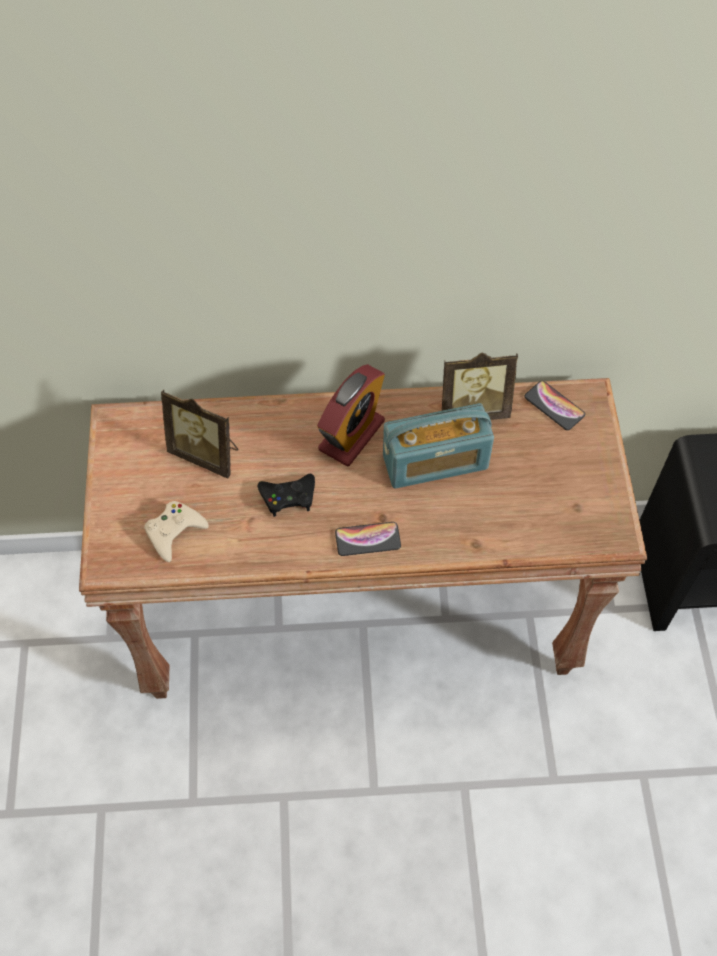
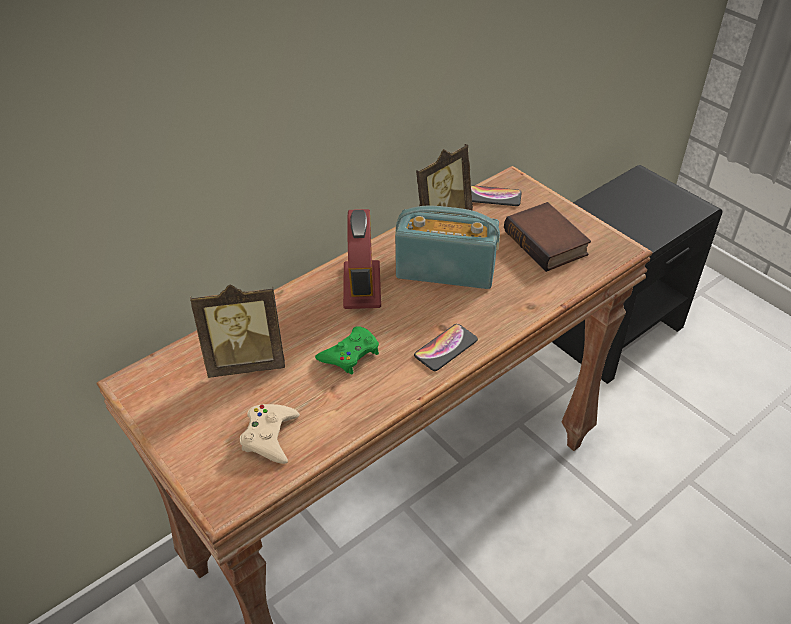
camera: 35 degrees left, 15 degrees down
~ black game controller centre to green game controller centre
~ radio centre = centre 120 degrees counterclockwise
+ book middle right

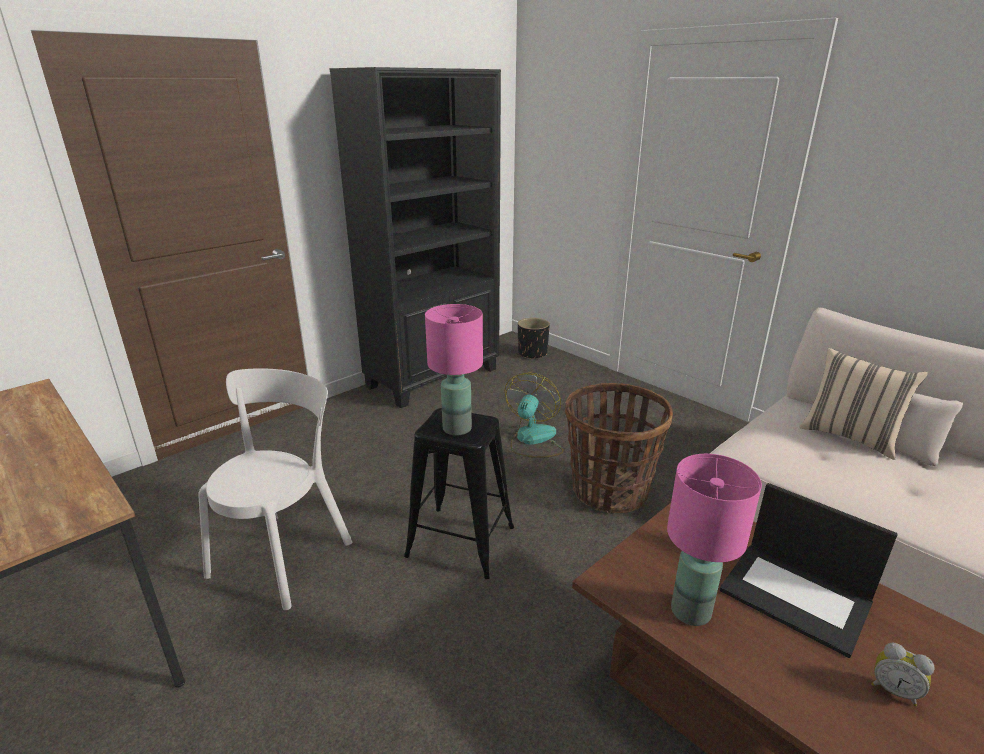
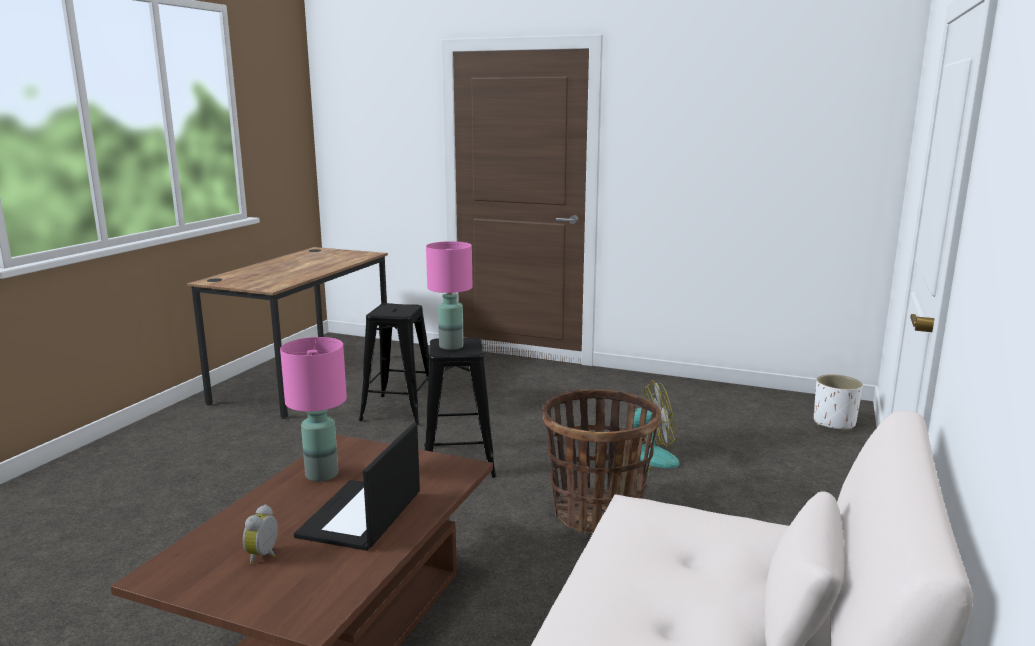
camera: 65 degrees right, 10 degrees down
~ white chair middle left to black stool (no. 1 from left) centre
- black bookcase top centre
~ black planter centre to white planter middle right
- beige pillow middle right

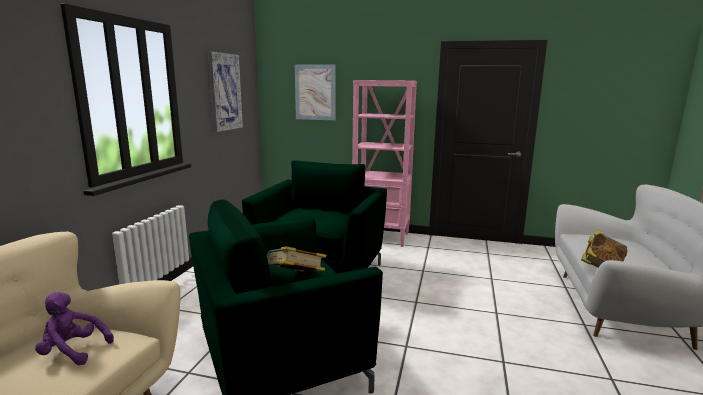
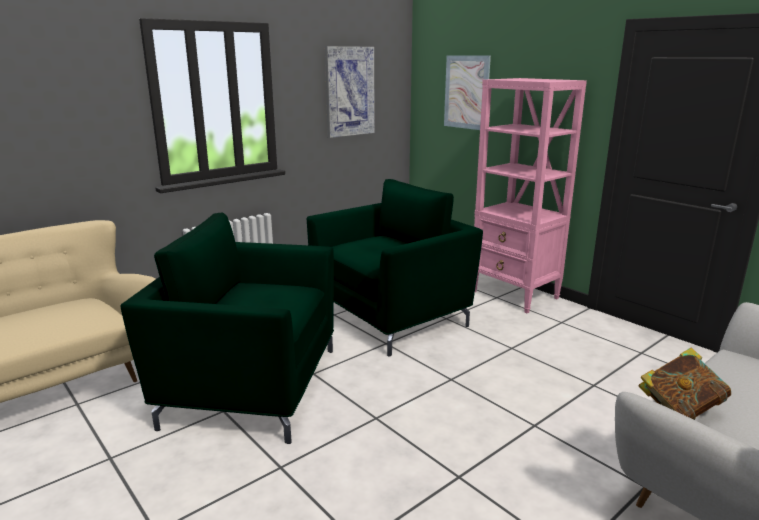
camera: 35 degrees right, 5 degrees up
- purple plush toy bottom left
- book (no. 1 from left) centre

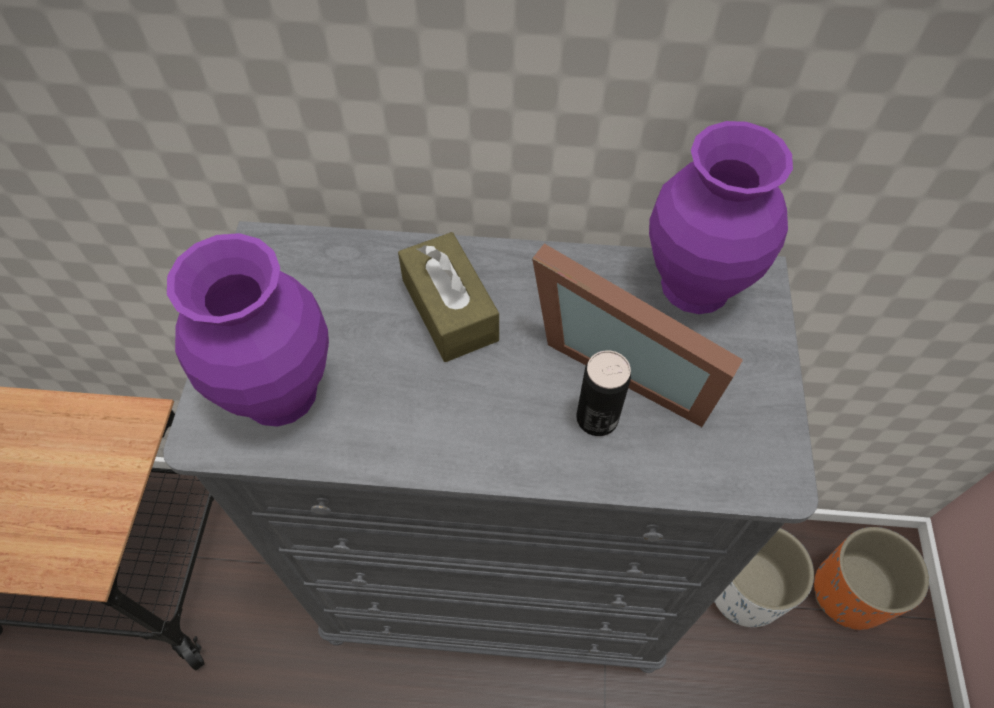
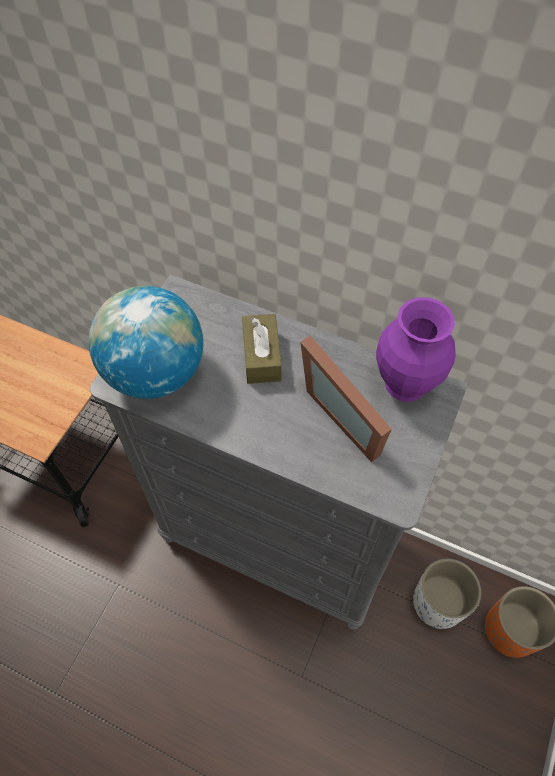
camera: 20 degrees right, 0 degrees up
~ purple vase (no. 1 from left) middle left to globe middle left
- can centre

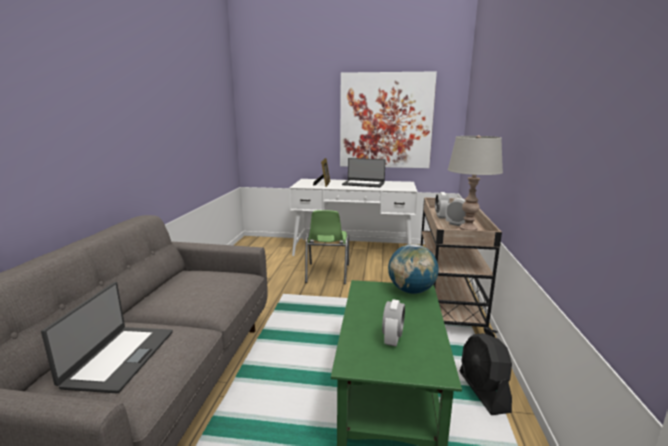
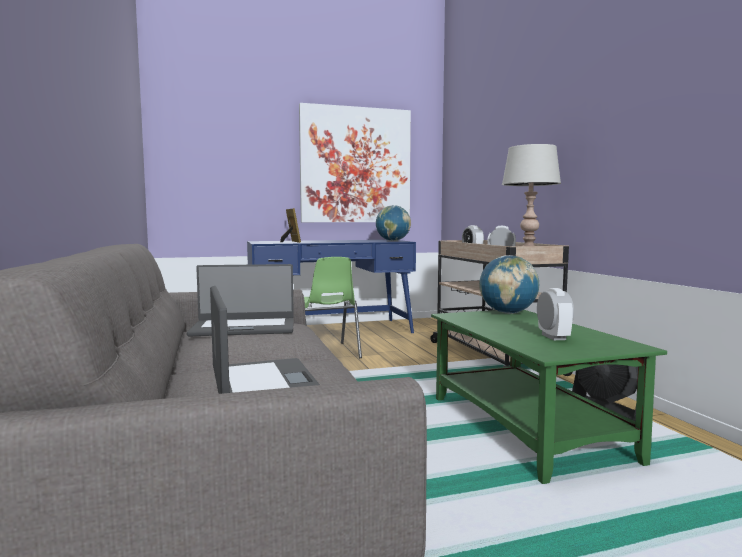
camera: 25 degrees left, 10 degrees down
~ white desk centre to blue desk centre
~ laptop (no. 2 from left in the first image) centre to laptop (no. 1 from left) middle left
+ globe (no. 1 from left) centre

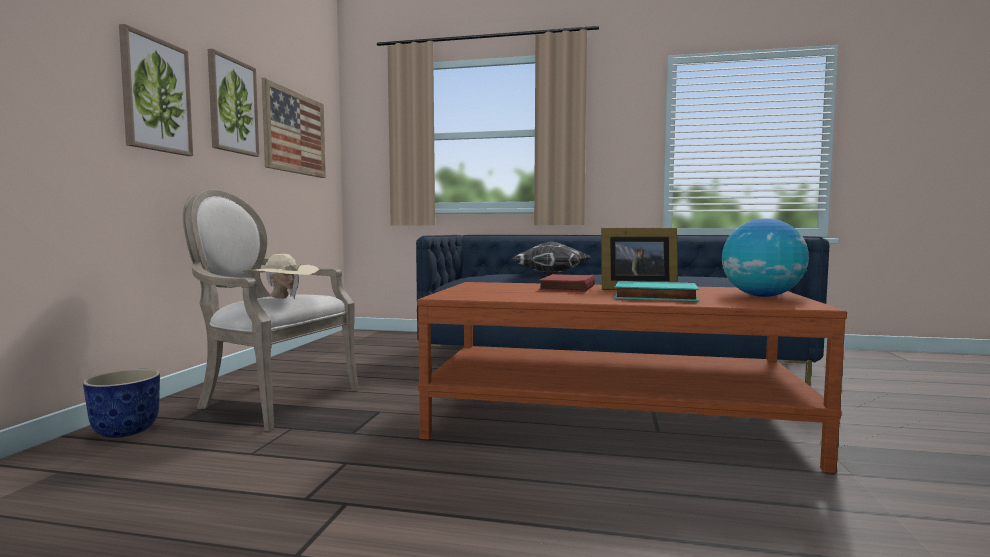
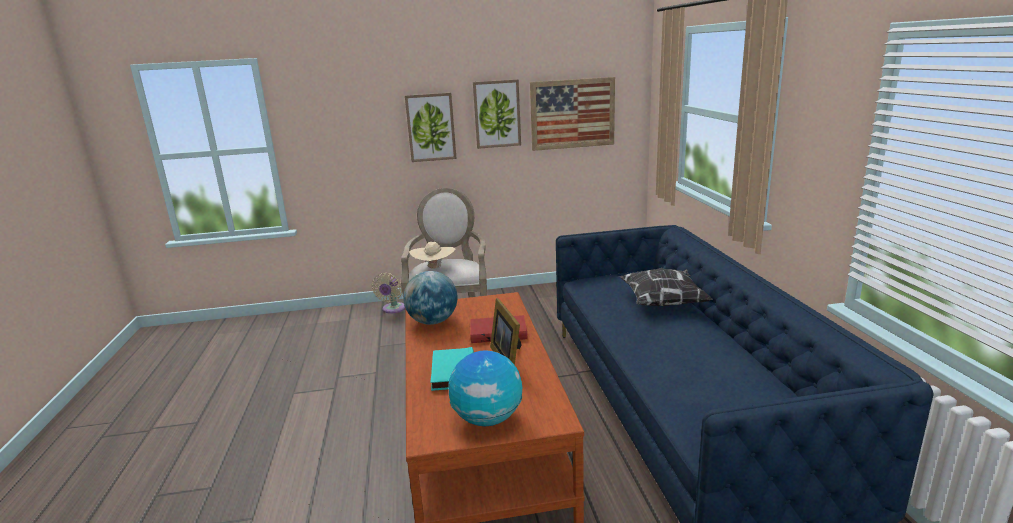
camera: 70 degrees right, 15 degrees up
~ planter bottom left to beige fan centre
+ globe (no. 1 from left) centre

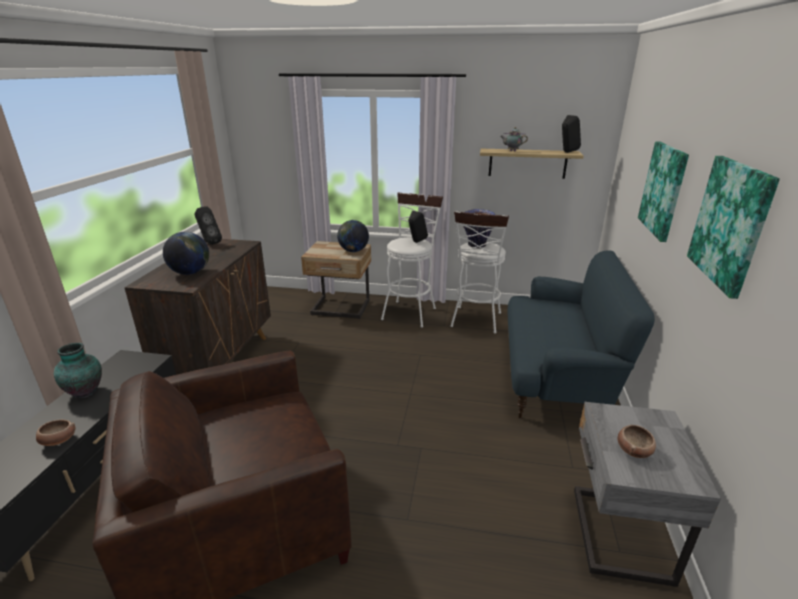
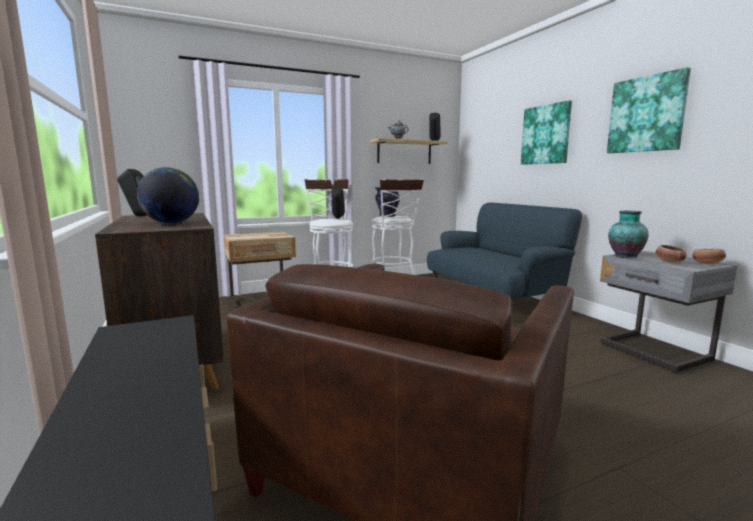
camera: 35 degrees left, 15 degrees down
~ bowl (no. 1 from left in the first image) bottom left to bowl (no. 2 from left) middle right
~ vase (no. 1 from left in the first image) middle left to vase (no. 2 from left) middle right
- globe (no. 2 from left) centre

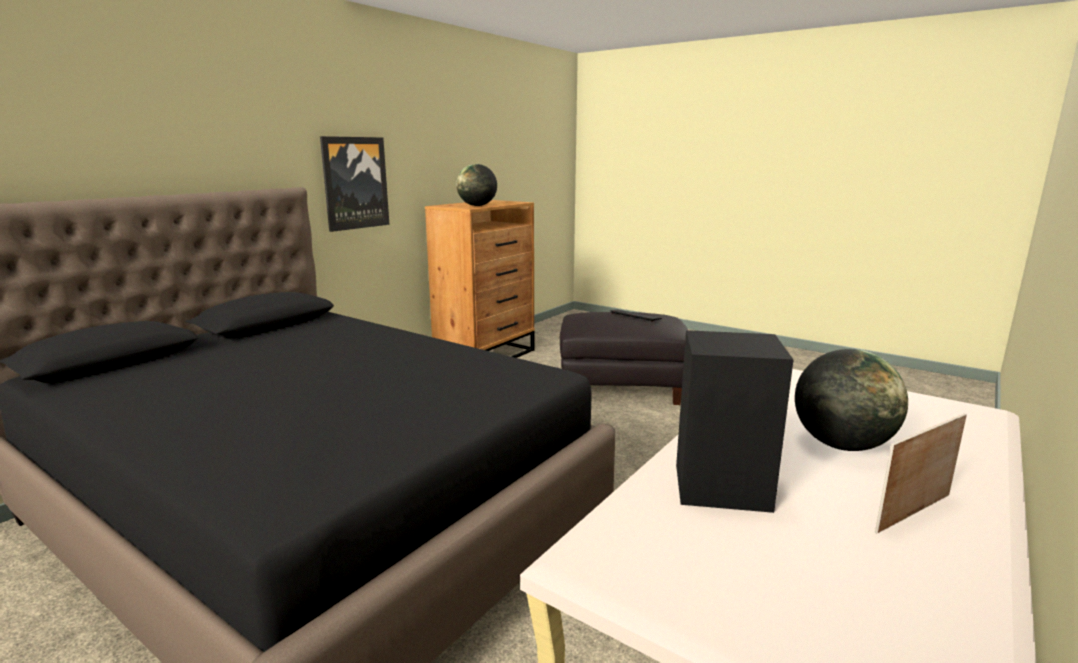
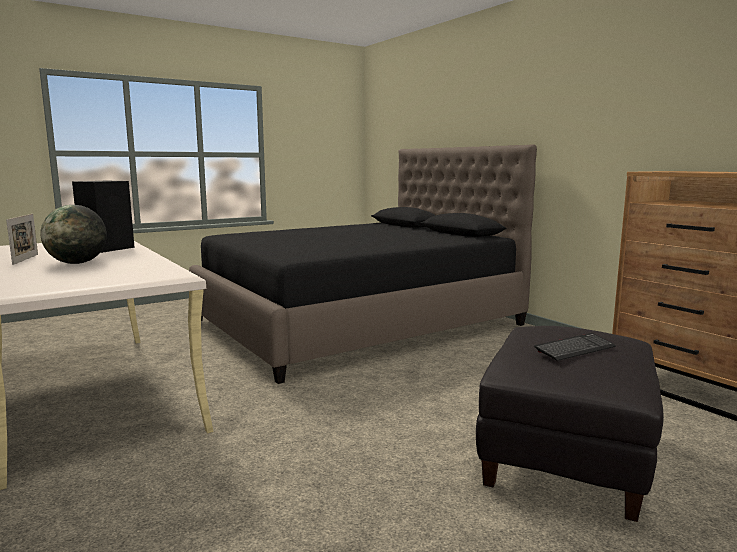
camera: 110 degrees right, 5 degrees down
- picture top left
- globe (no. 1 from left) top centre

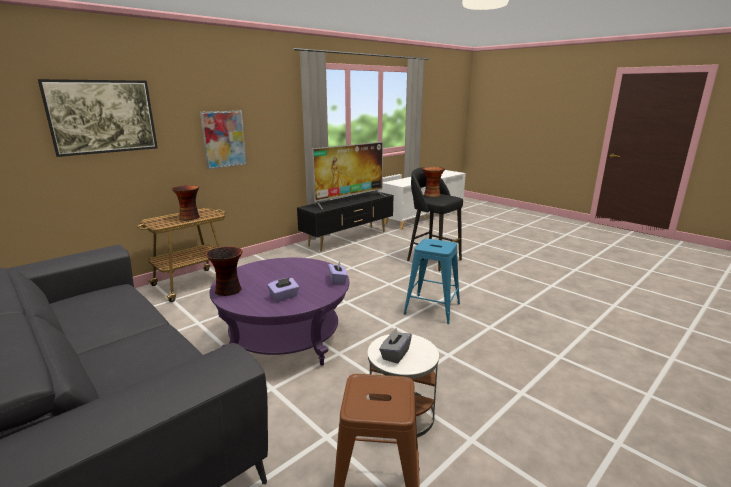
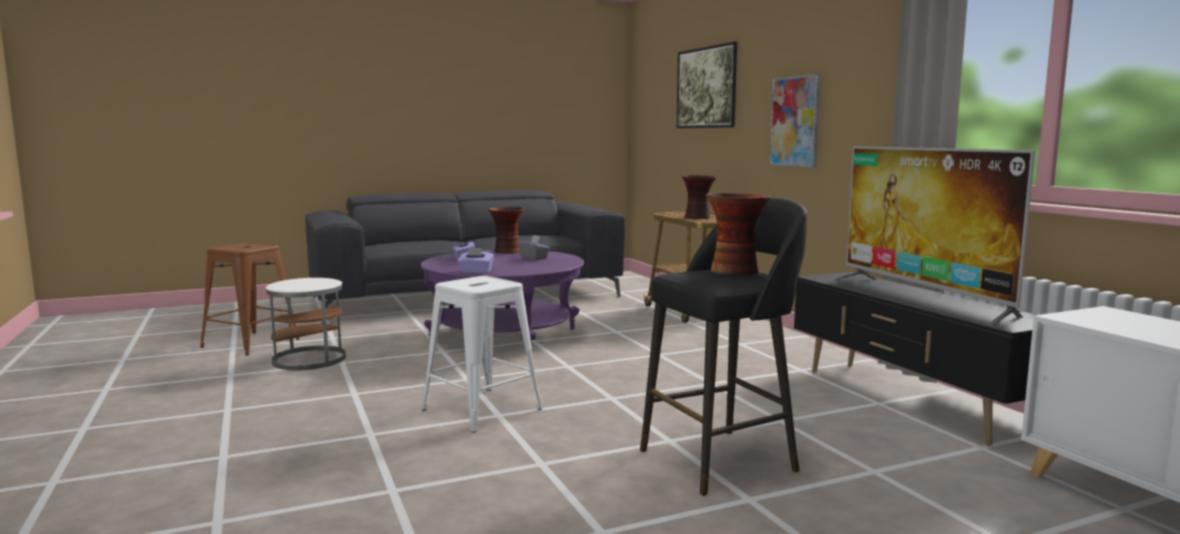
camera: 110 degrees right, 10 degrees down
~ grey tissue box bottom centre to centre
~ blue stool centre to white stool centre

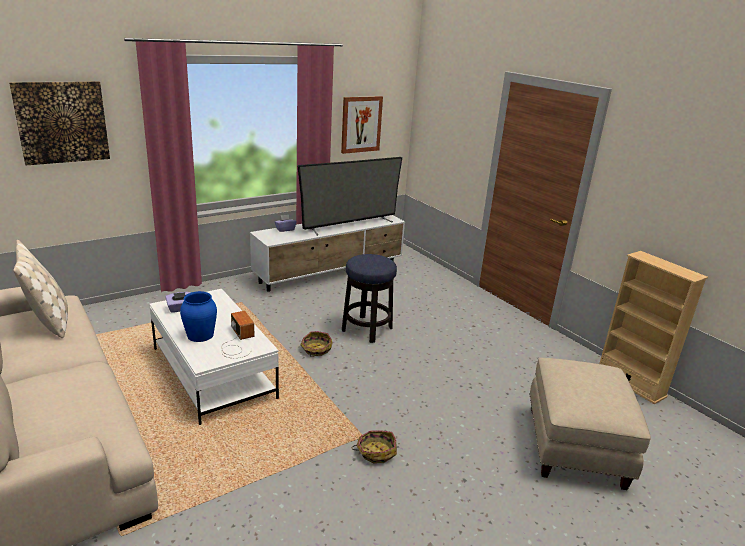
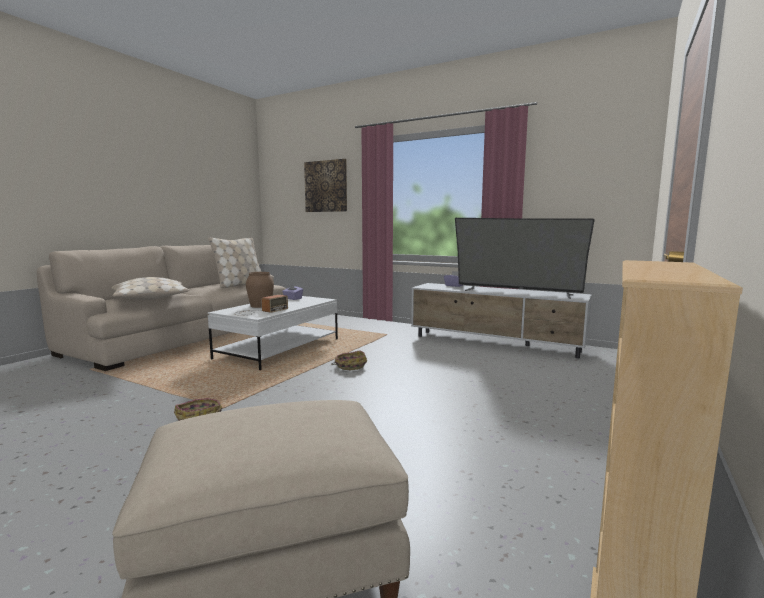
camera: 65 degrees right, 15 degrees down
~ blue vase middle left to brown vase centre
- picture (no. 2 from left) top centre
- stool centre
+ beige pillow (no. 1 from left) middle left

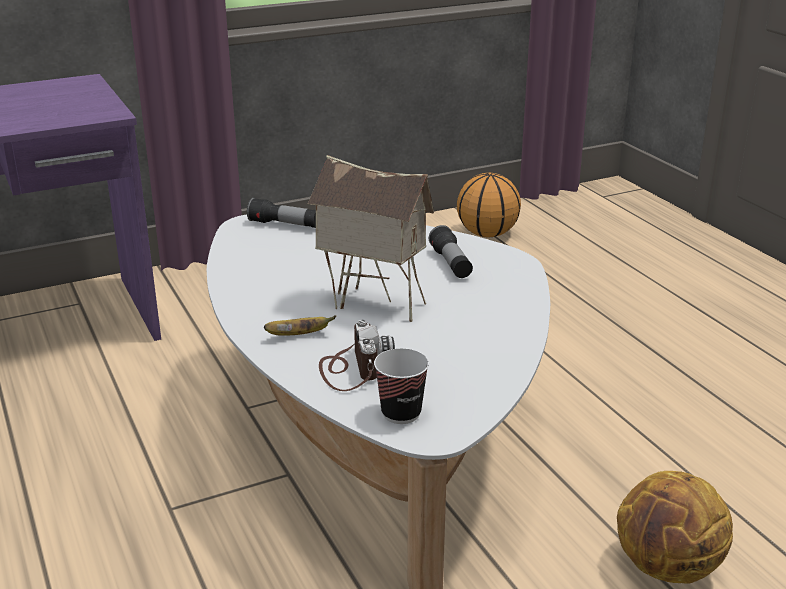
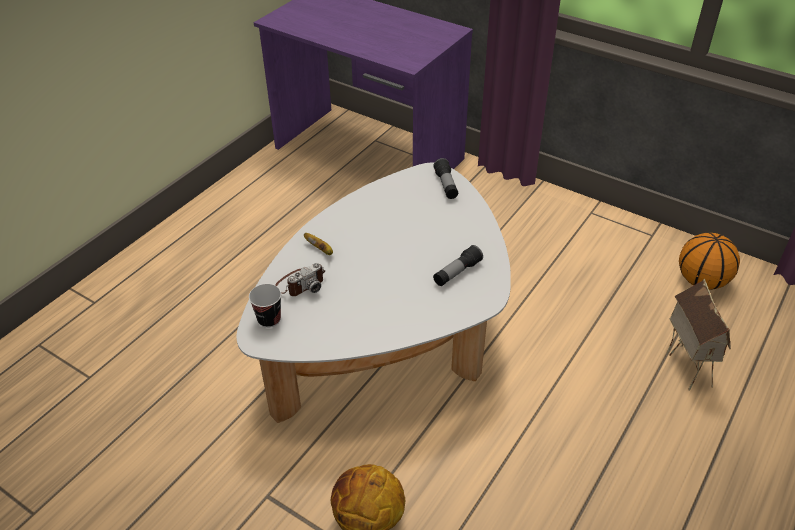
camera: 60 degrees right, 15 degrees up
~ toy house centre to middle right

